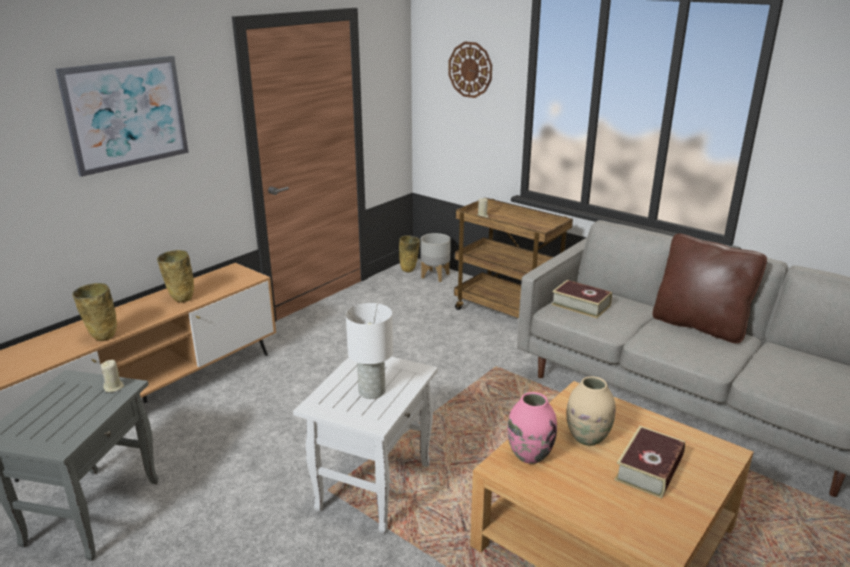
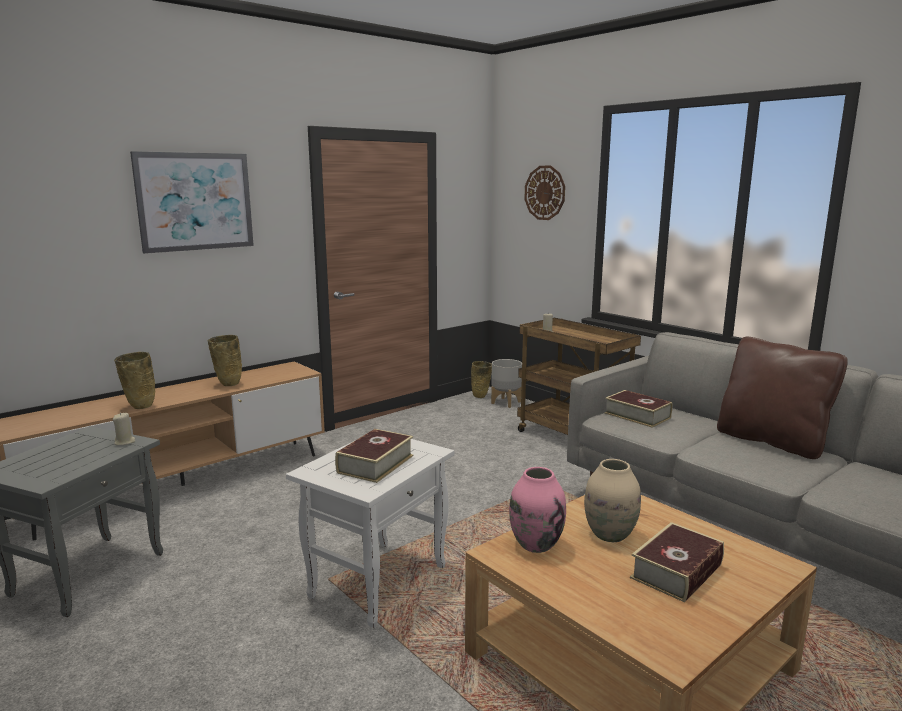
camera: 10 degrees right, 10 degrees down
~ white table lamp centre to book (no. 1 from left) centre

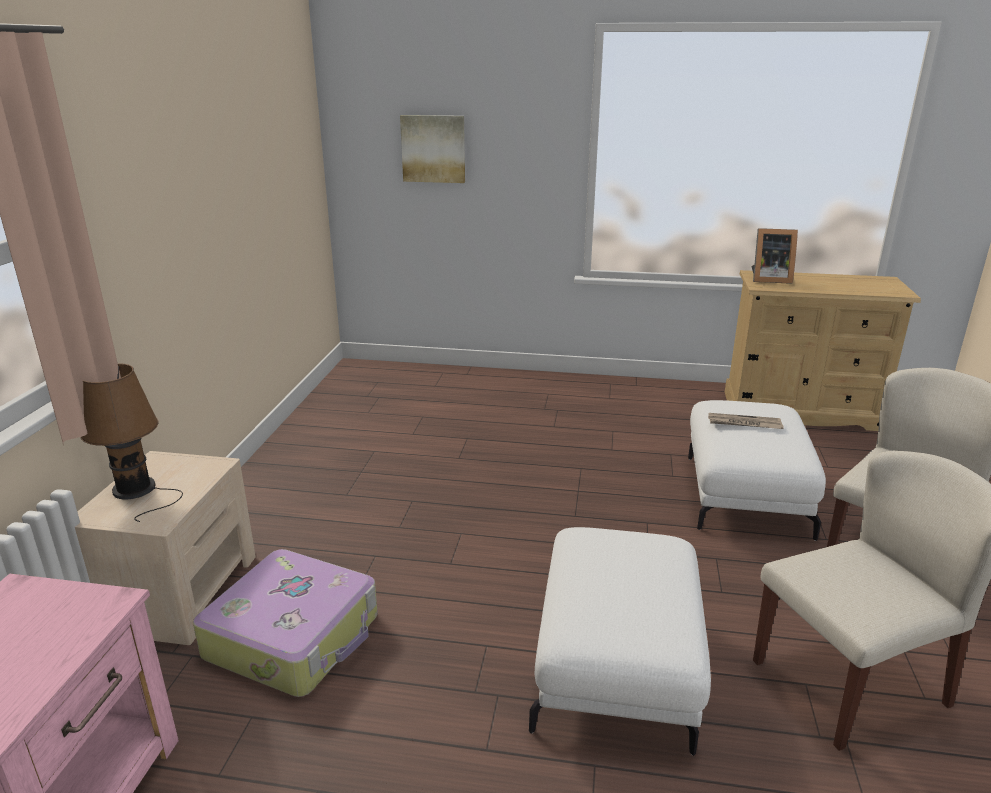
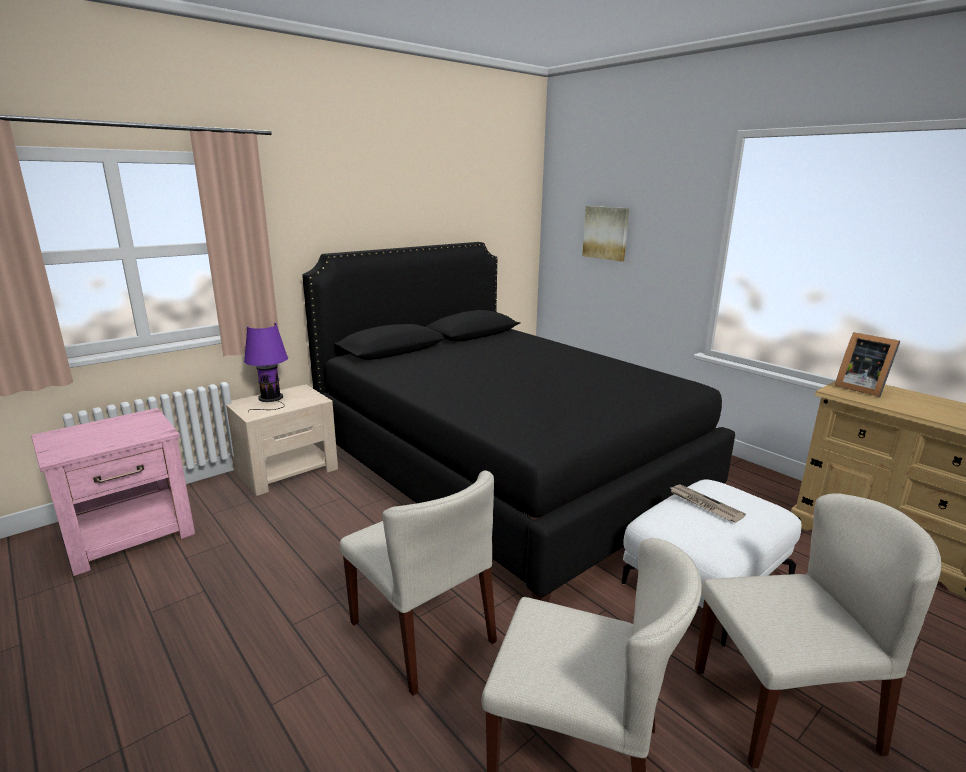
camera: 40 degrees right, 5 degrees down
~ brown table lamp middle left to purple table lamp middle left
- suitcase bottom left
~ white ottoman (no. 1 from left) bottom centre to beige chair (no. 1 from left) bottom centre
+ black bed centre

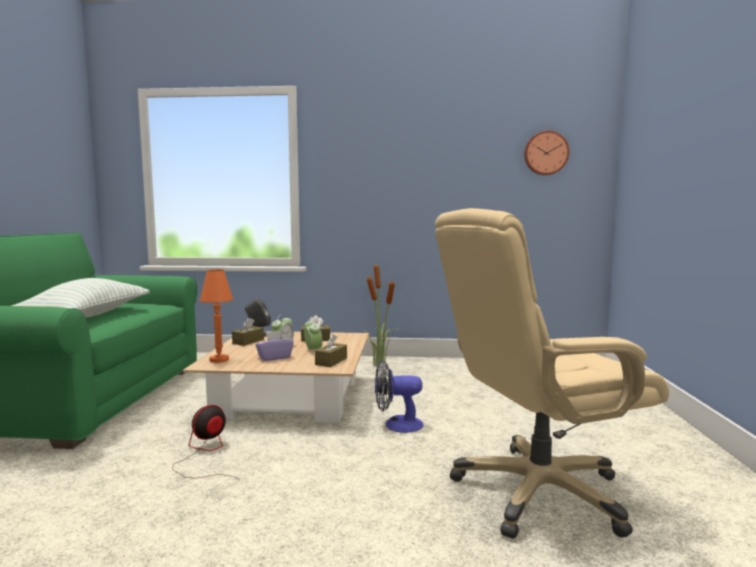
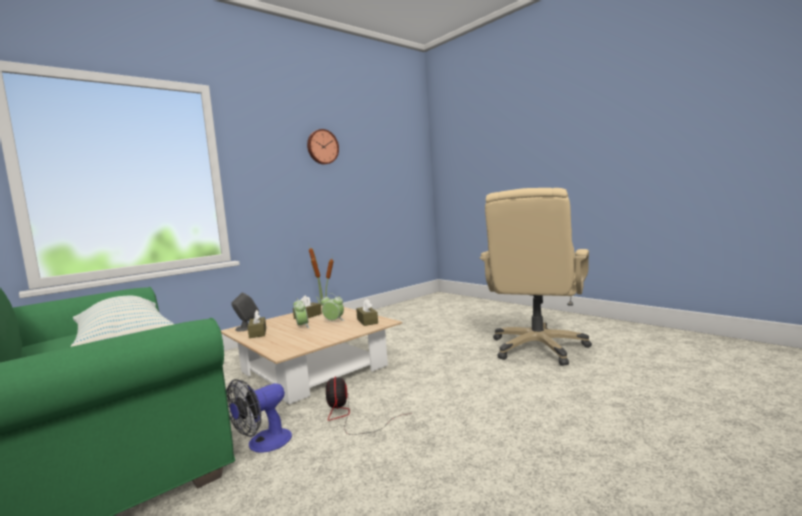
camera: 45 degrees left, 0 degrees up
- orange table lamp middle left
- purple tissue box centre
~ fan (no. 2 from left in the first image) bottom centre to fan (no. 1 from left) bottom left
~ wall clock top right to top centre

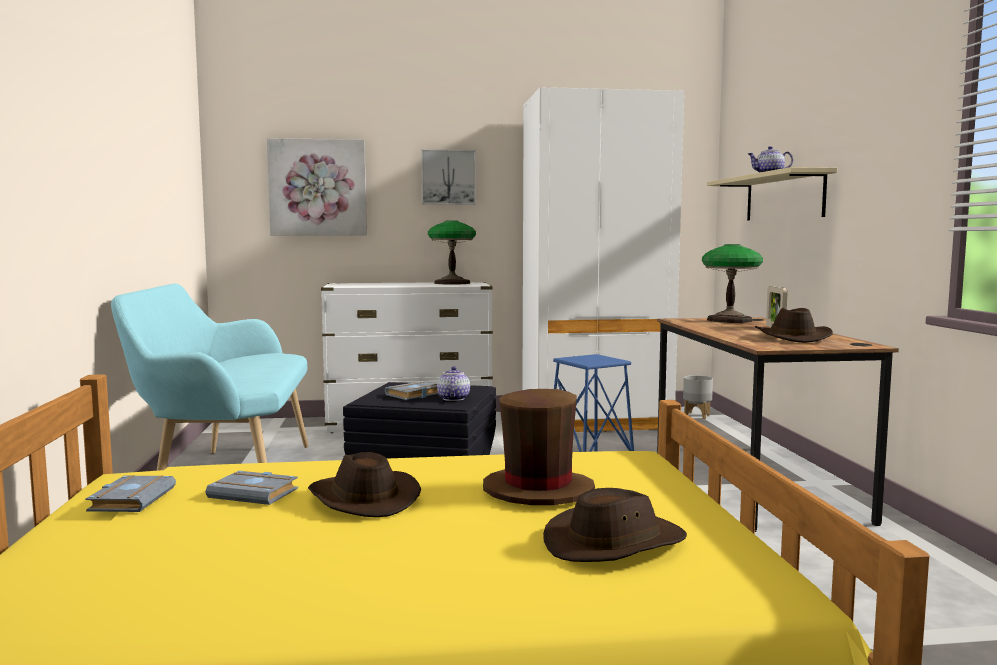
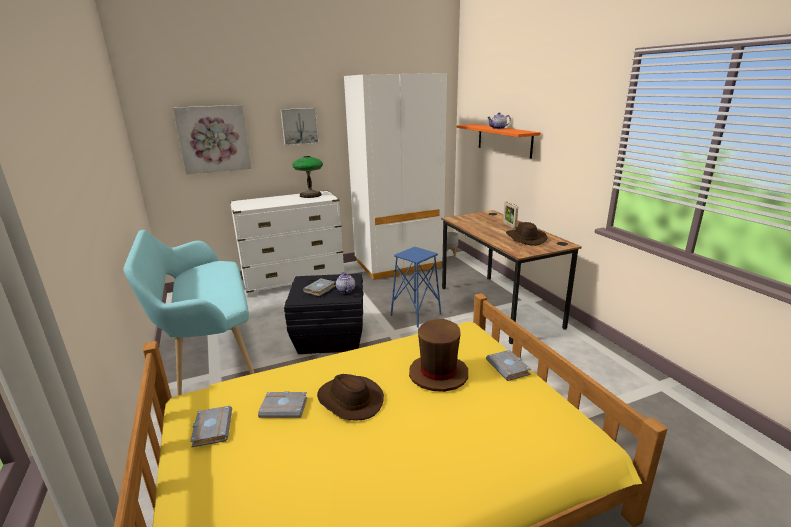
camera: 15 degrees left, 15 degrees up
- brown hat (no. 3 from left) bottom centre
- table lamp (no. 2 from left) middle right
~ beige shelf top right to orange shelf top centre
+ grey book (no. 4 from left) bottom centre

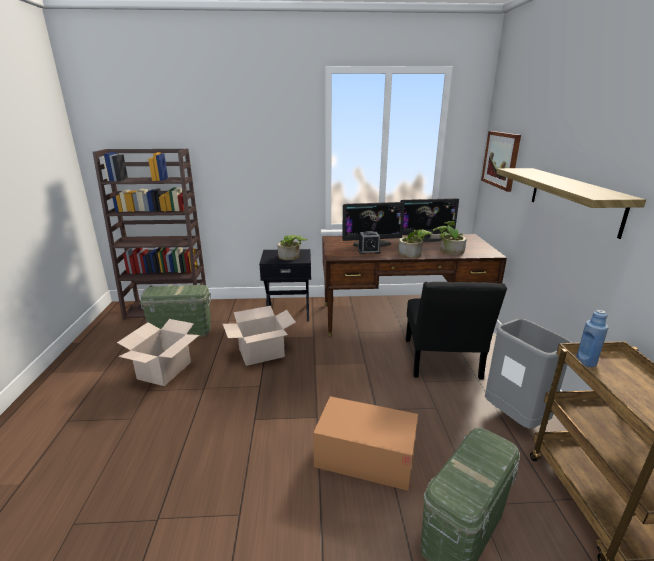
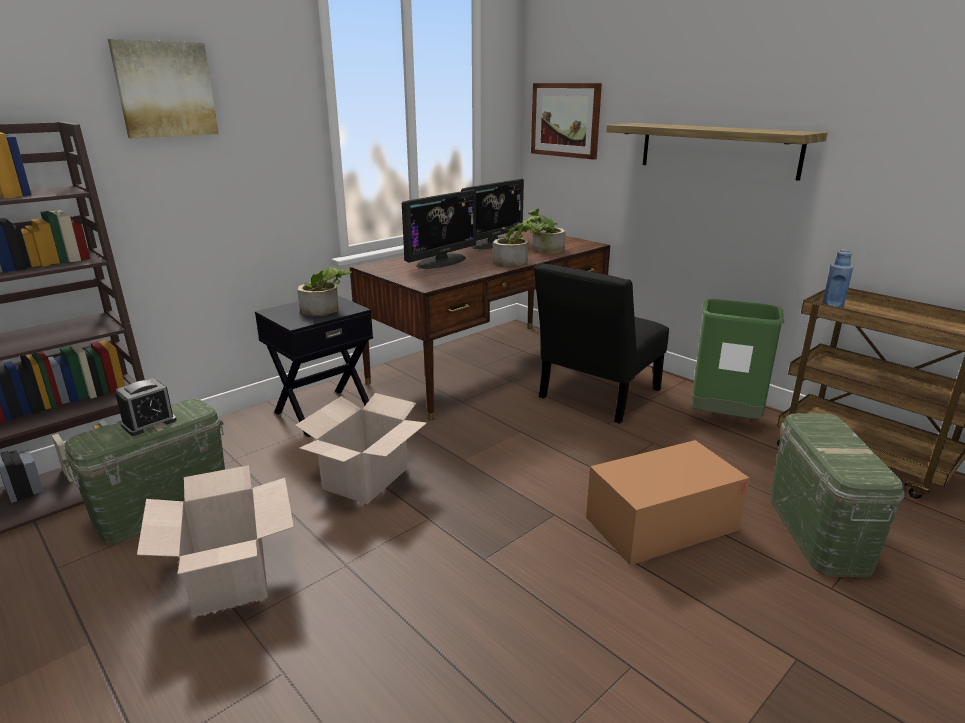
camera: 40 degrees left, 0 degrees up
~ alarm clock centre to middle left
~ black chair middle right = centre 75 degrees clockwise
~ grey trash can bottom right to green trash can middle right
+ picture (no. 1 from left) top left

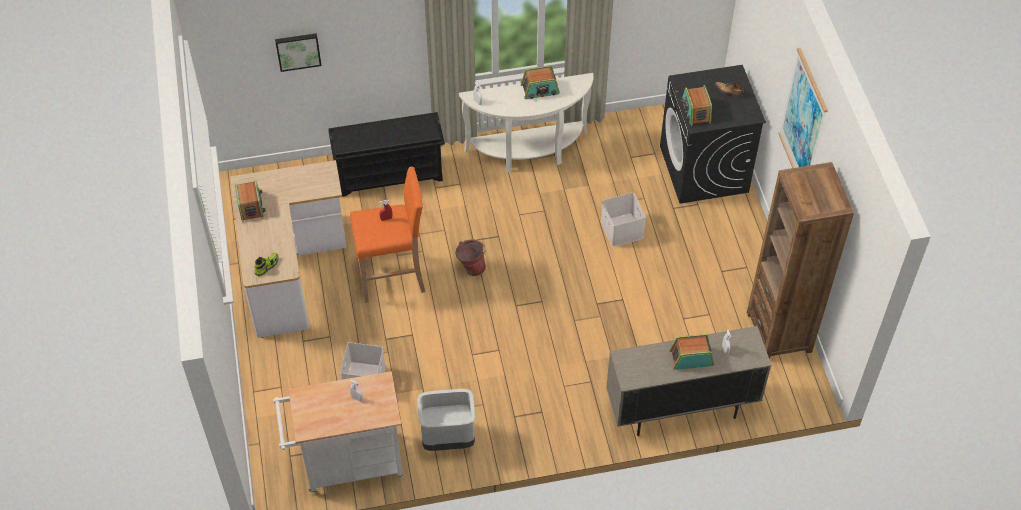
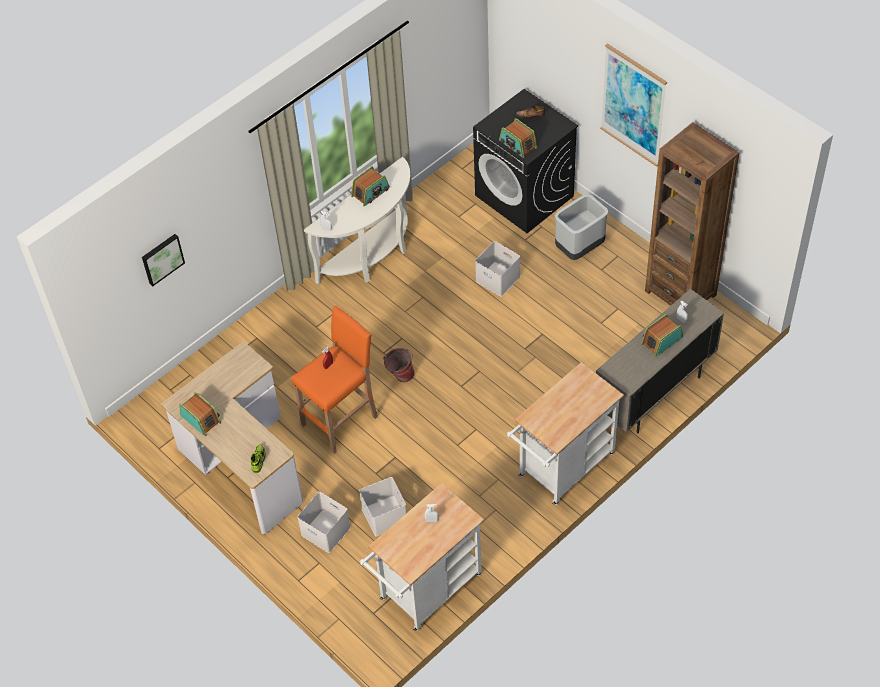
camera: 30 degrees left, 0 degrees up
- black shoe rack top centre
~ grey trash can bottom centre to top centre
+ white storage box (no. 1 from left) bottom centre
+ white cart (no. 2 from left) centre

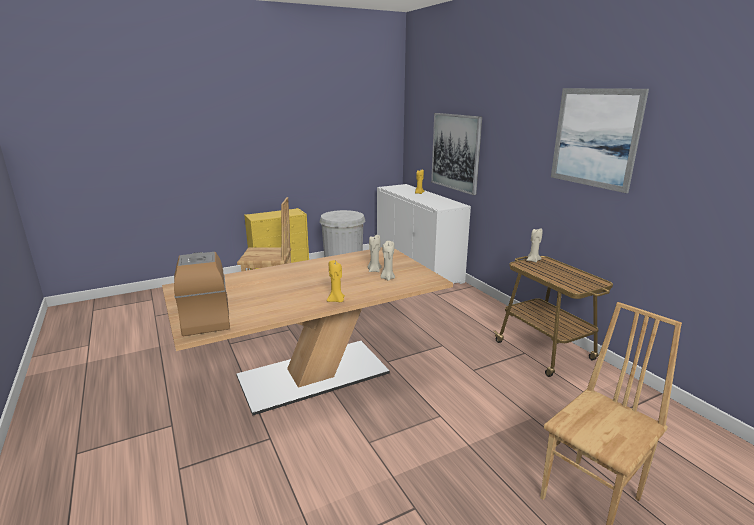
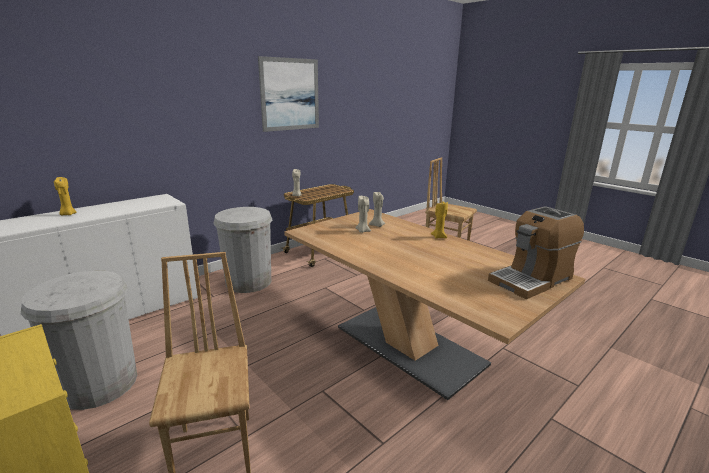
camera: 105 degrees left, 0 degrees up
- picture (no. 1 from left) top centre
+ white trash can (no. 2 from left) centre

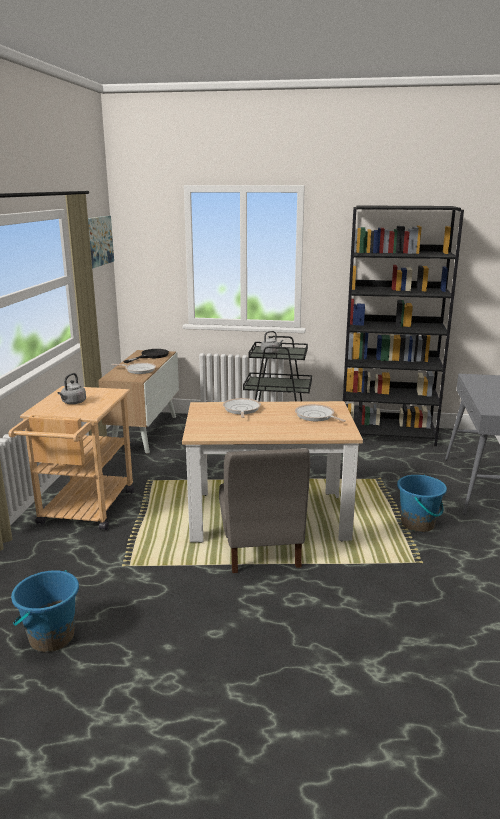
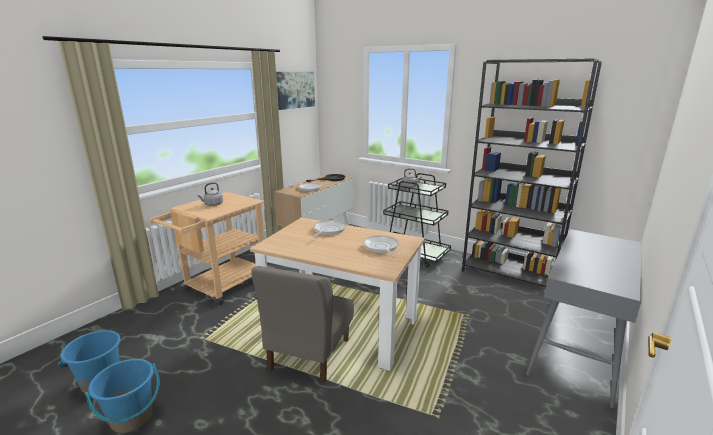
camera: 25 degrees right, 0 degrees up
~ blue bucket (no. 2 from left) middle right to bottom left

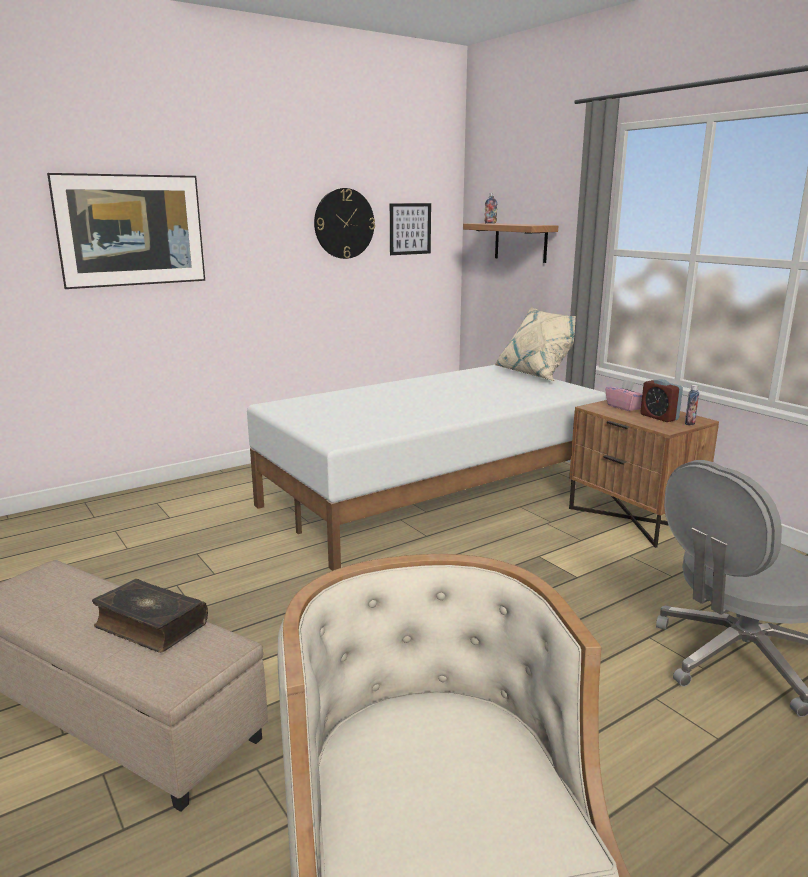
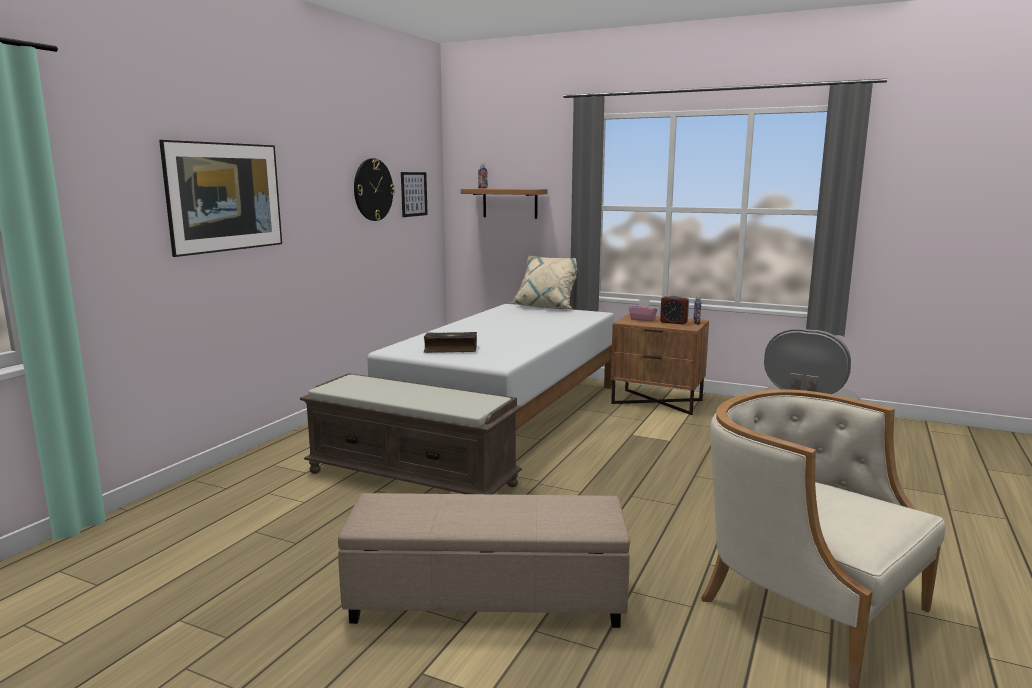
camera: 30 degrees left, 5 degrees down
~ book bottom left to centre
+ brown bench centre

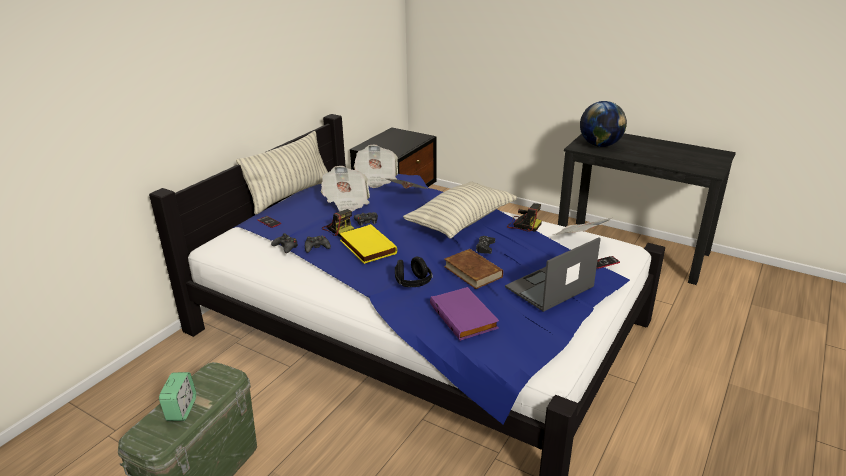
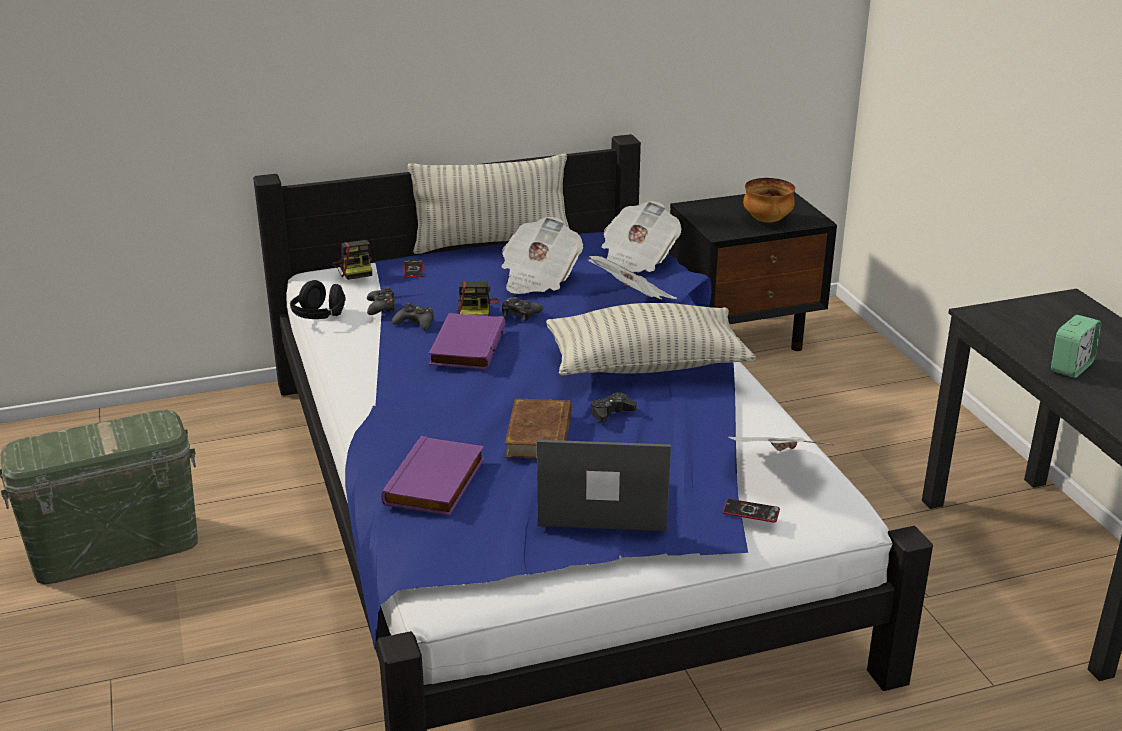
camera: 40 degrees right, 0 degrees up
~ alarm clock bottom left to middle right
~ yellow book centre to purple book (no. 2 from left) centre
~ black headphones centre to middle left
~ photo camera (no. 2 from left in the first image) centre to photo camera (no. 1 from left) middle left
- globe top right
+ bowl top right

